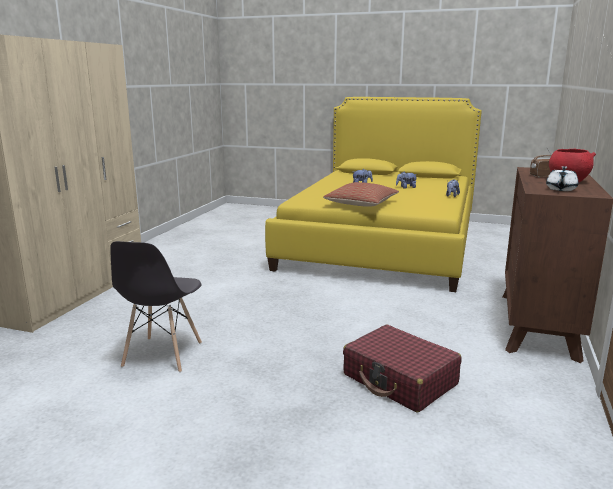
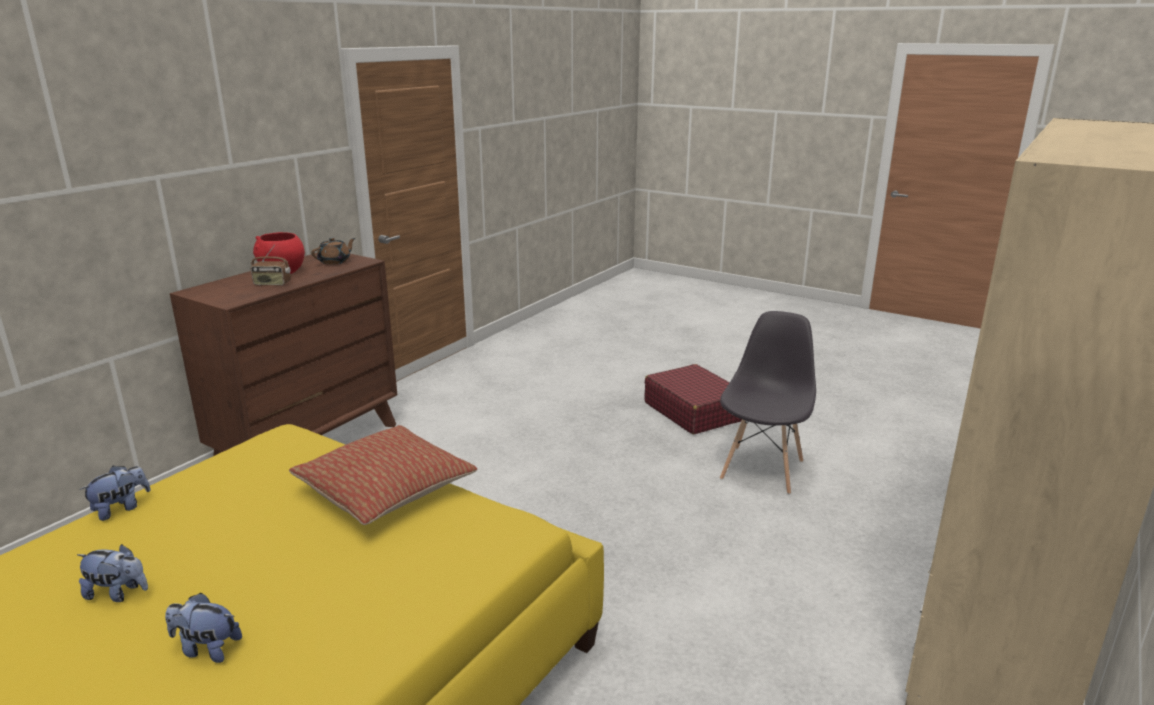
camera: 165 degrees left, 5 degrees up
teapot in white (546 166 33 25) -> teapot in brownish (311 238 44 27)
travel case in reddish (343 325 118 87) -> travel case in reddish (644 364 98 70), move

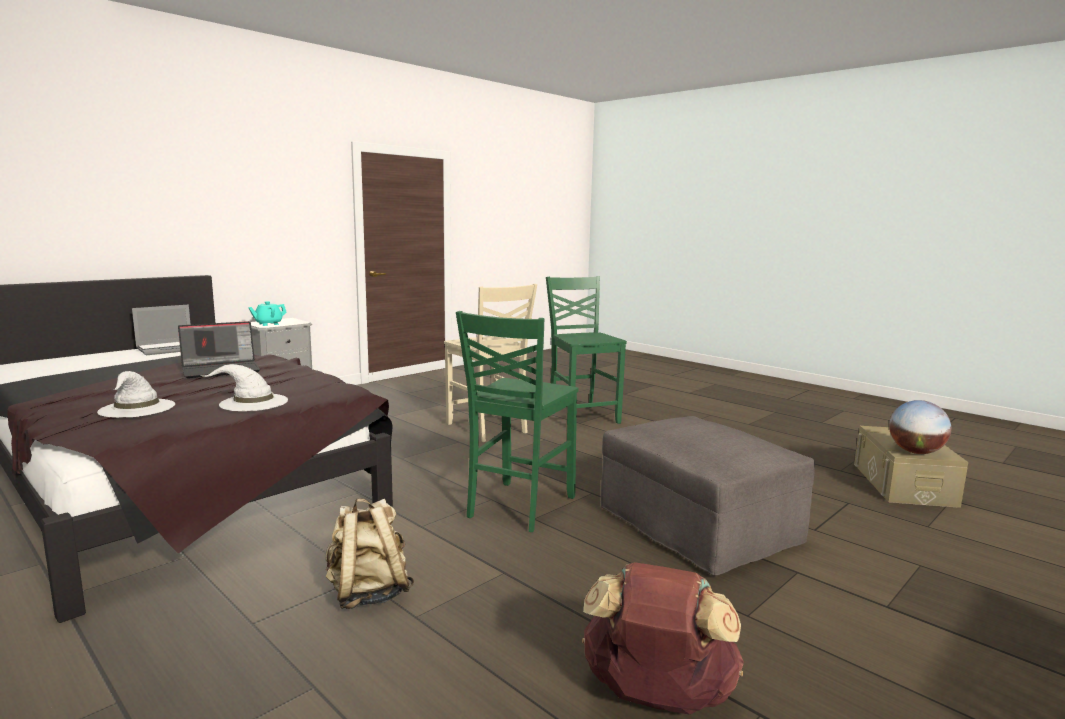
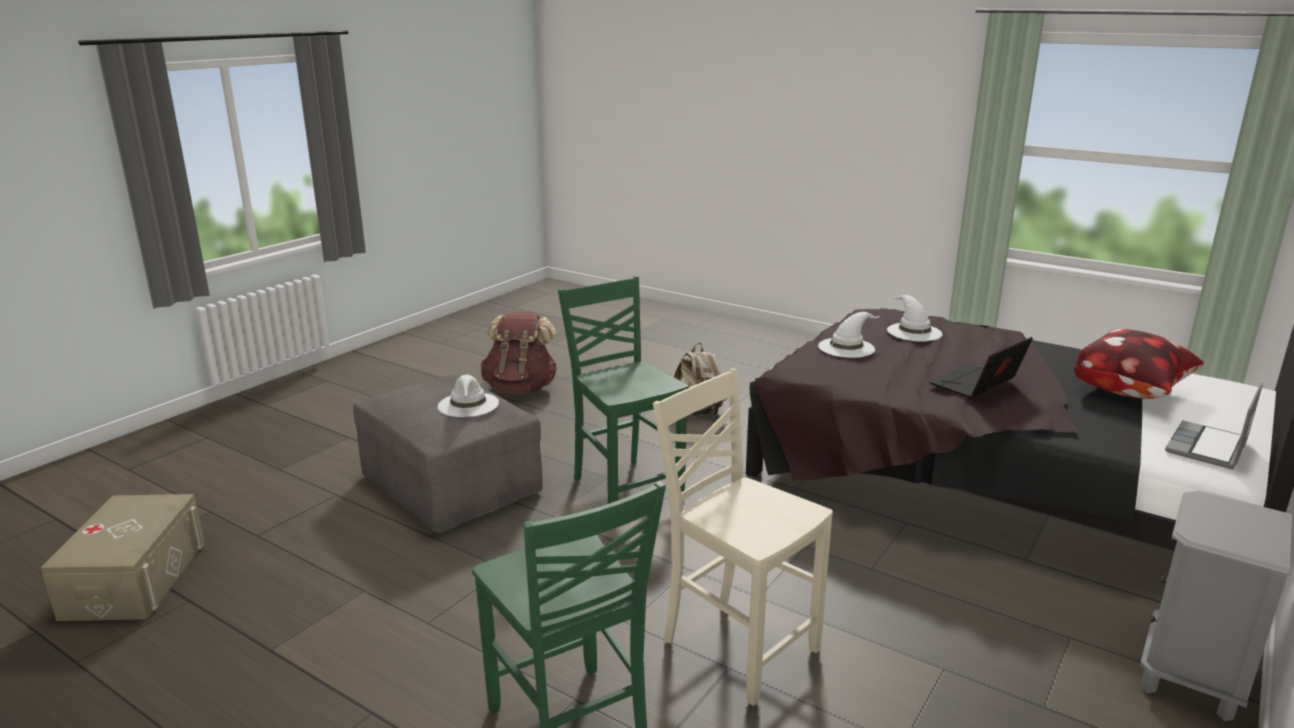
camera: 170 degrees right, 10 degrees up
teapot in turquoise (248 301 39 25) -> none
plain chair in greenish (456 311 122 221) -> plain chair in greenish (558 277 130 227), 45 degrees counterclockwise
desk globe (889 400 62 54) -> none
none -> cushion (1074 329 130 70)
none -> clothing hat in white (438 375 61 42)

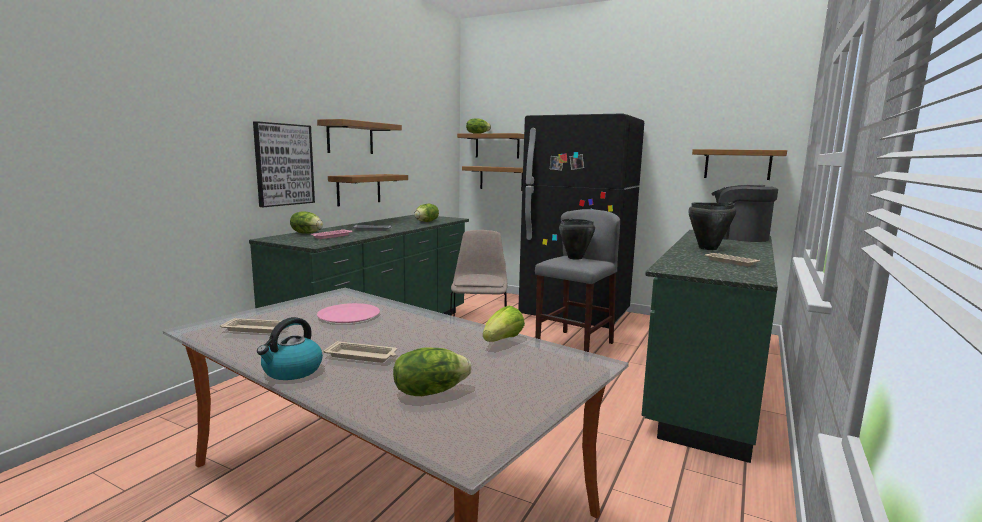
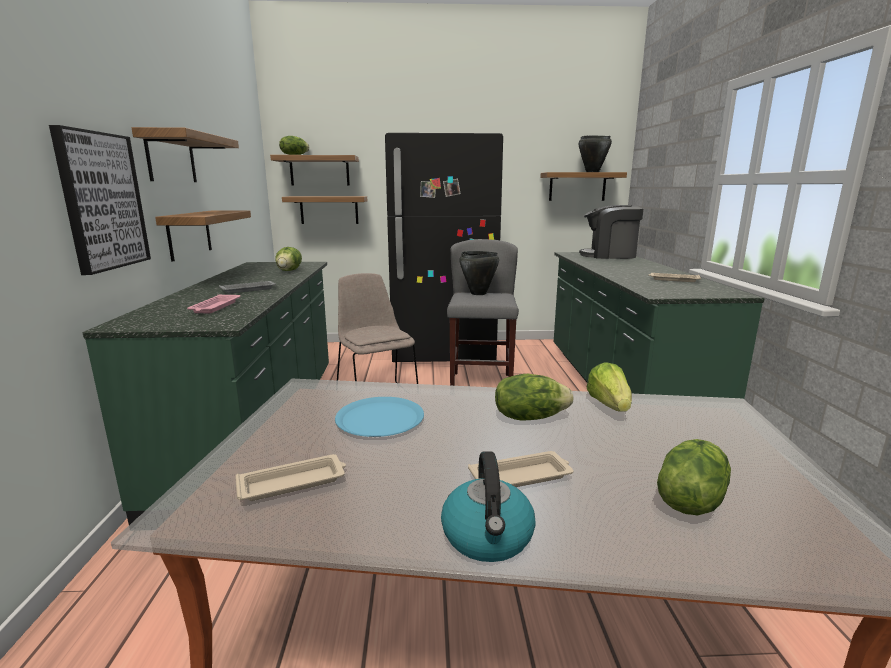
camera: 30 degrees left, 5 degrees up
stockpot in black (688 202 48 48) -> stockpot in black (579 136 33 36), move
head of lettuce (290 211 33 23) -> head of lettuce (495 374 78 47), move
flat dish in pinkish (317 303 63 20) -> flat dish in blue (335 397 89 40)

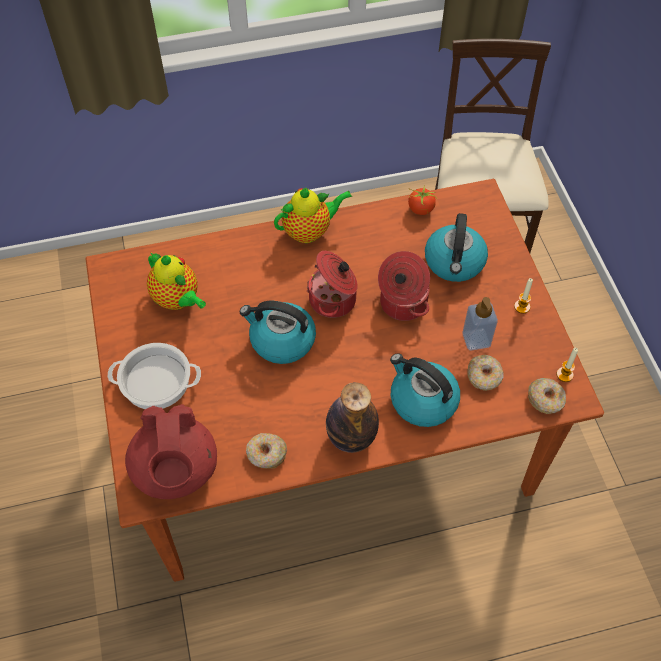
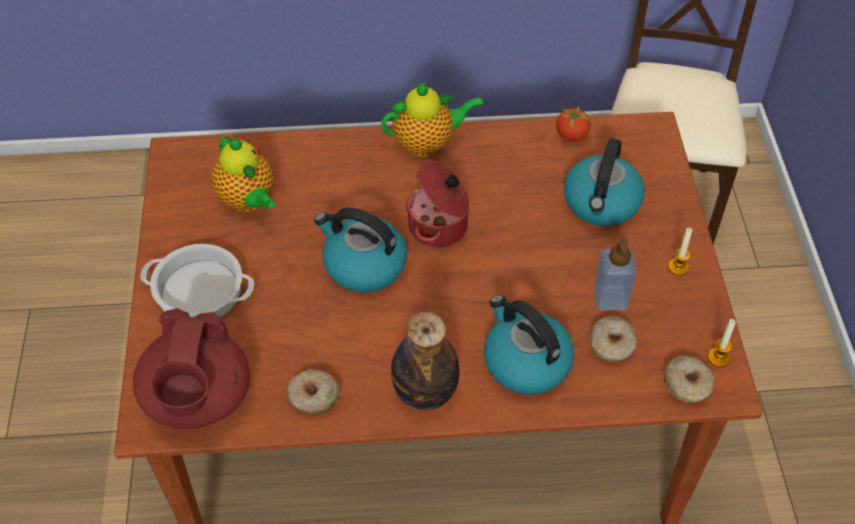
camera: 10 degrees right, 5 degrees down
stockpot (378 251 52 70) -> none

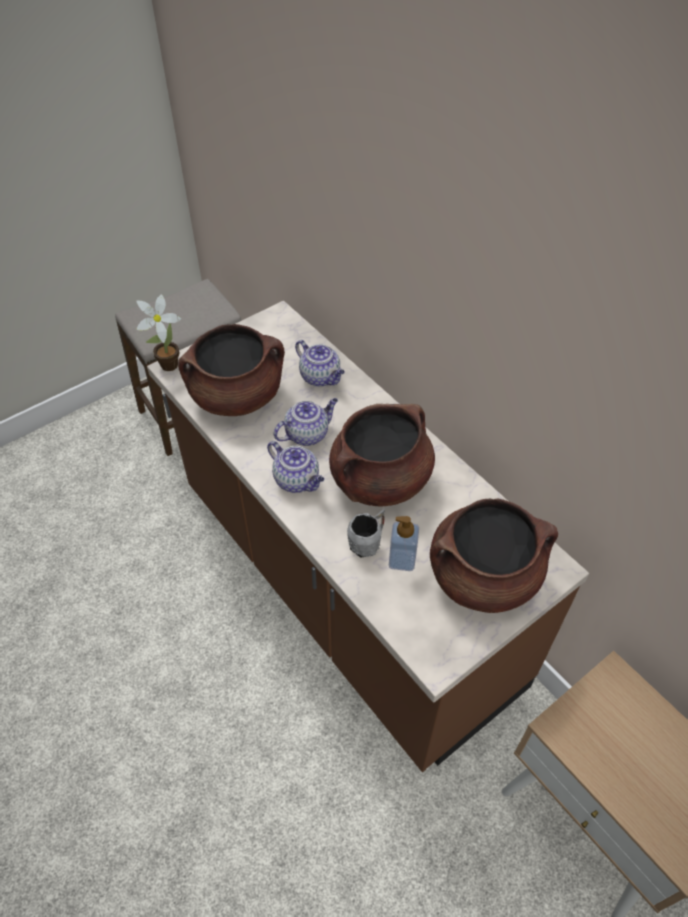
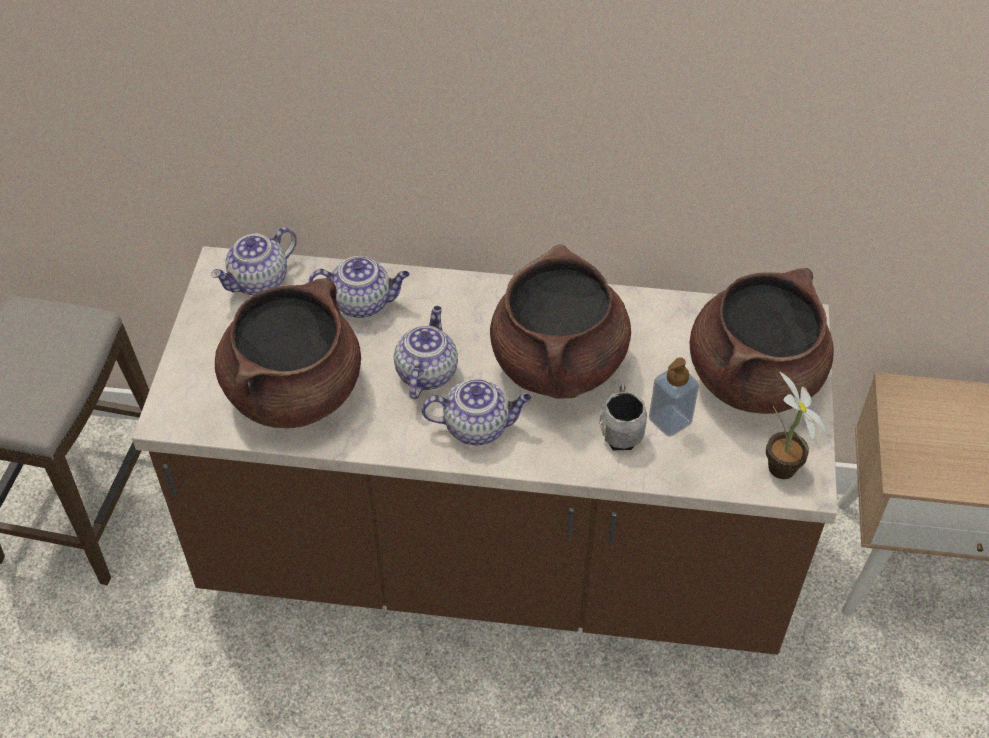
camera: 45 degrees left, 0 degrees up
houseplant (136 294 45 77) -> houseplant (766 371 62 108), move
none -> teapot (210 227 87 68)

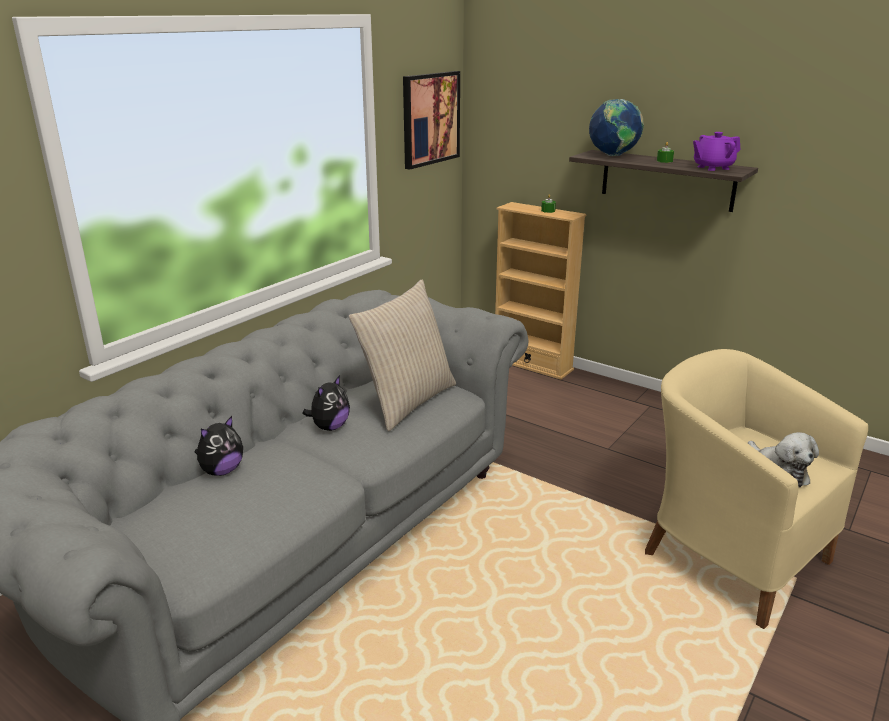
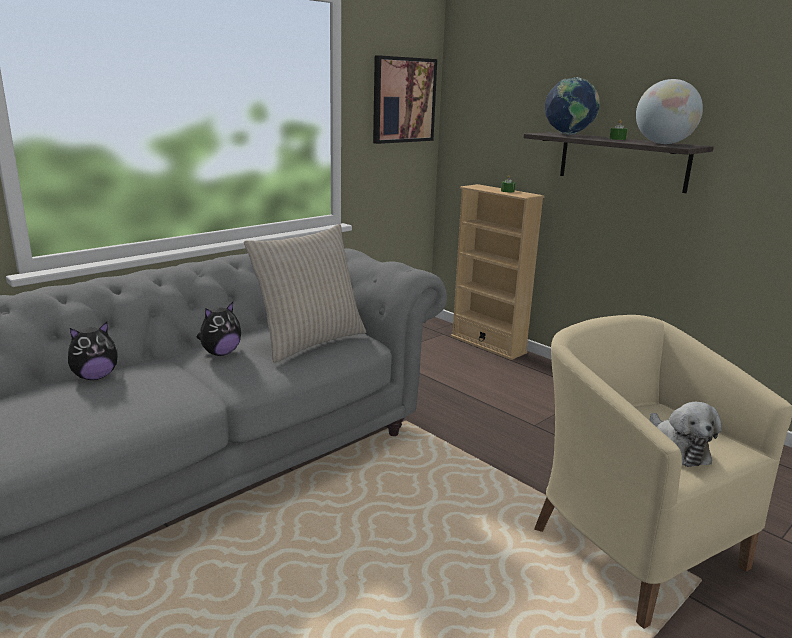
camera: 10 degrees right, 5 degrees down
teapot in purplish (693 132 47 39) -> desk globe (636 79 67 65)

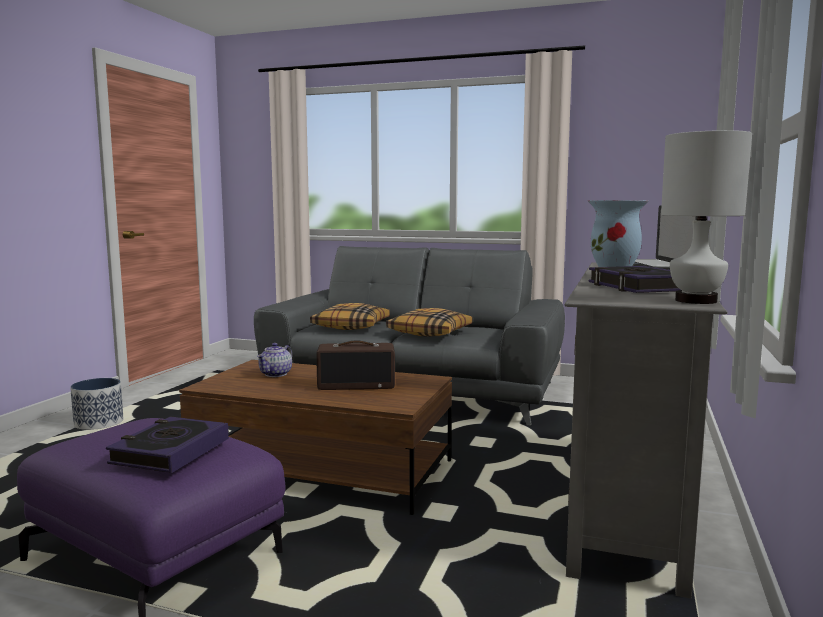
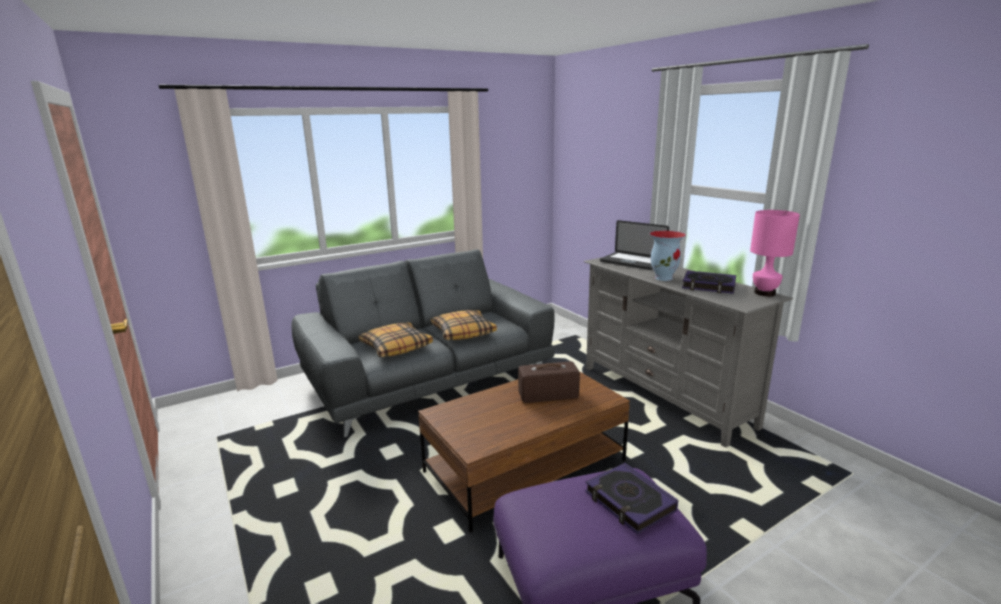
camera: 50 degrees left, 10 degrees up
tabletop lamp in white (661 130 91 174) -> tabletop lamp in pinkish (750 210 50 86)
radio set (316 340 79 50) -> radio set (518 361 62 42), 135 degrees counterclockwise
teapot (257 343 35 34) -> none
planter (70 378 53 52) -> none

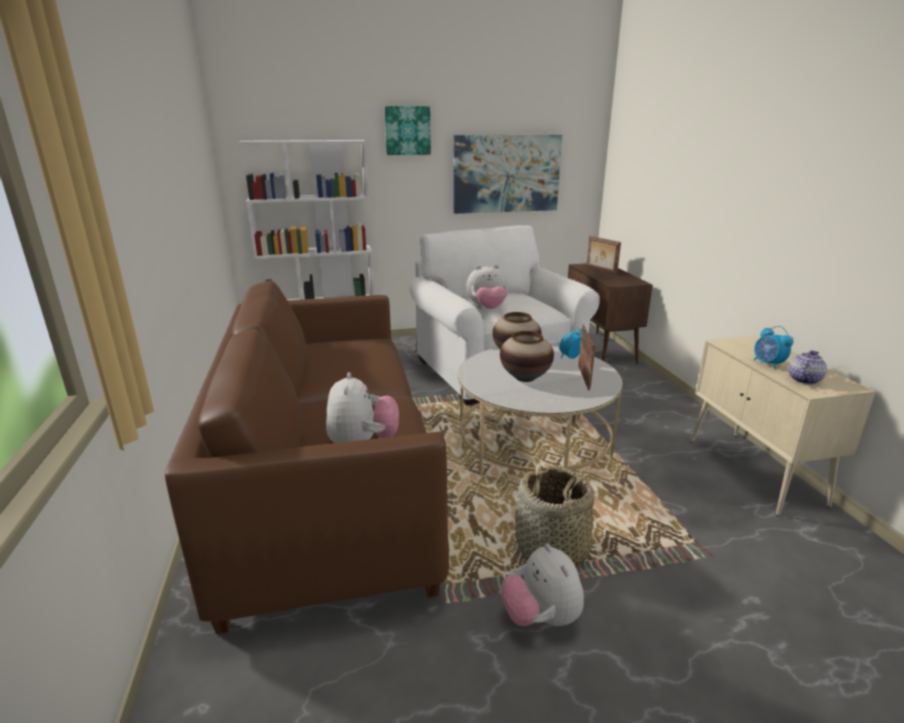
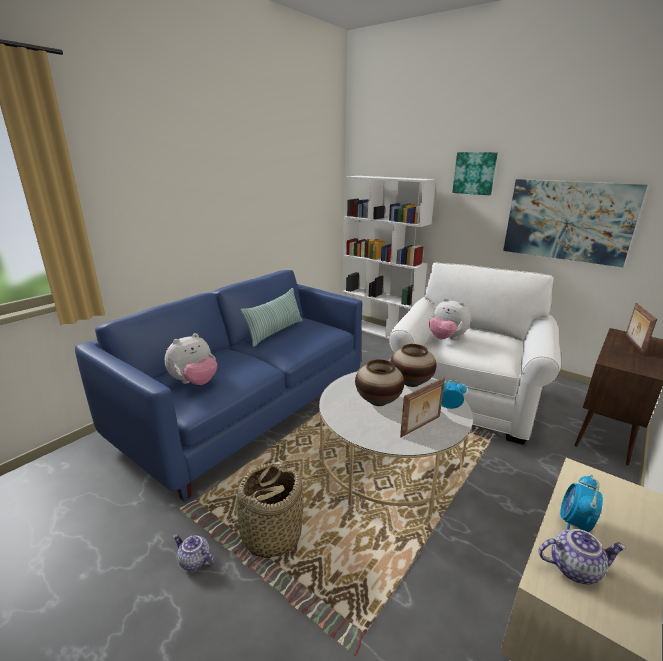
camera: 50 degrees right, 0 degrees up
settee in brownish (165 281 284 353) -> settee in blue (75 270 287 232)
soft toy (501 544 83 82) -> teapot (173 534 41 37)
none -> cushion (240 288 63 59)

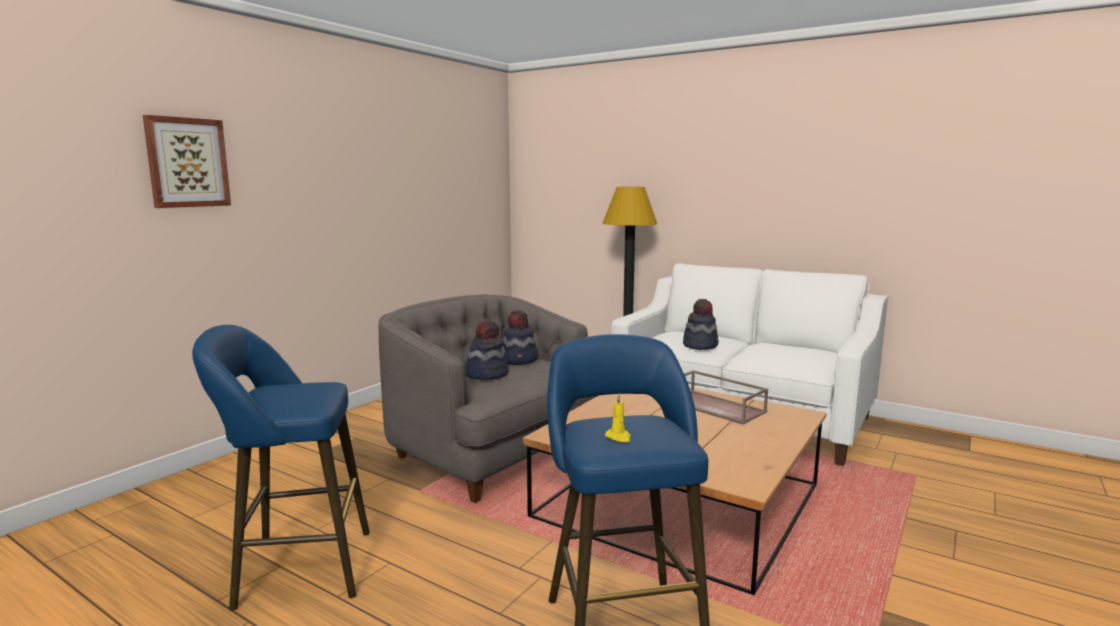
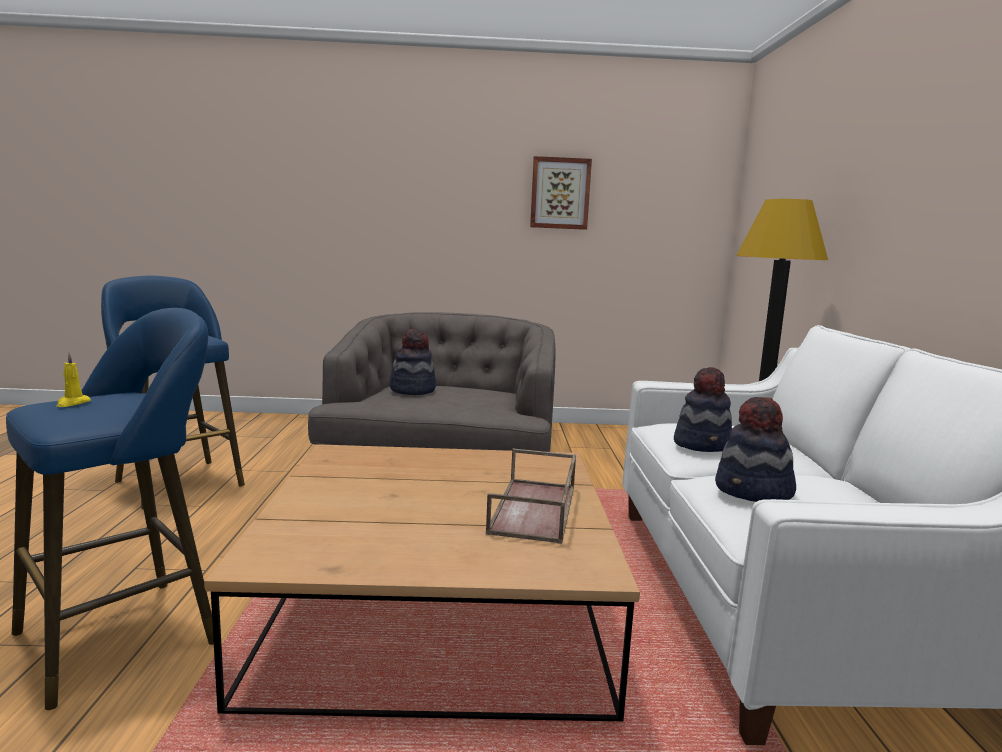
camera: 55 degrees right, 0 degrees up
picture (143 115 88 93) -> picture (530 156 62 74), move
clothing hat (503 310 35 55) -> clothing hat (715 397 81 105), move

